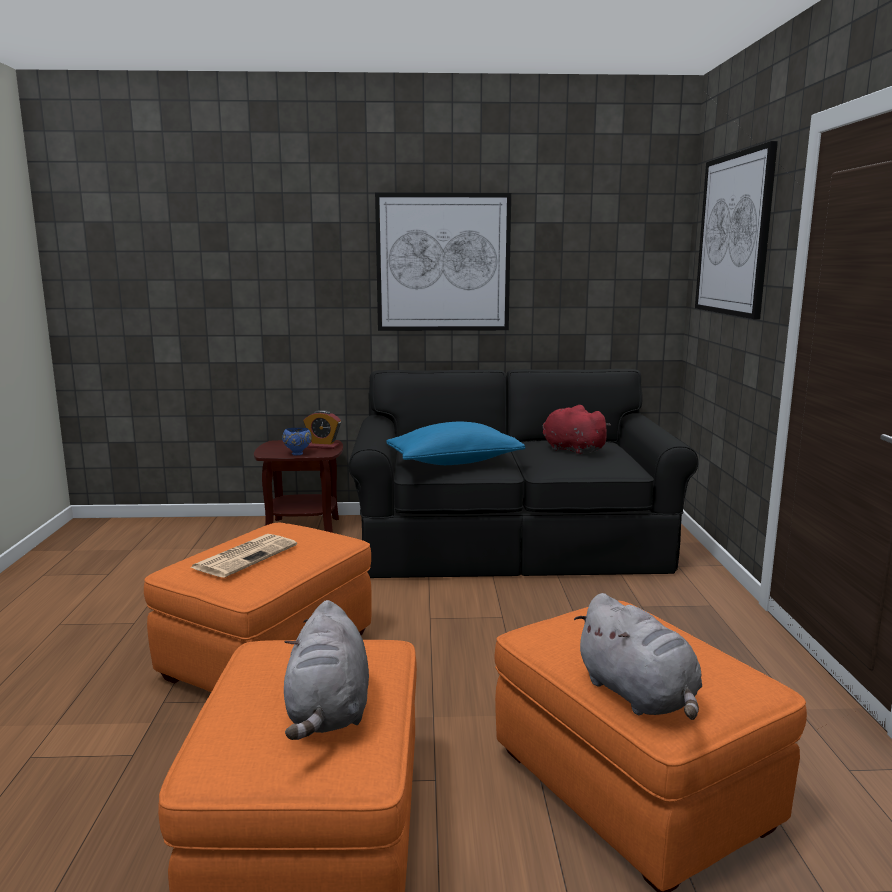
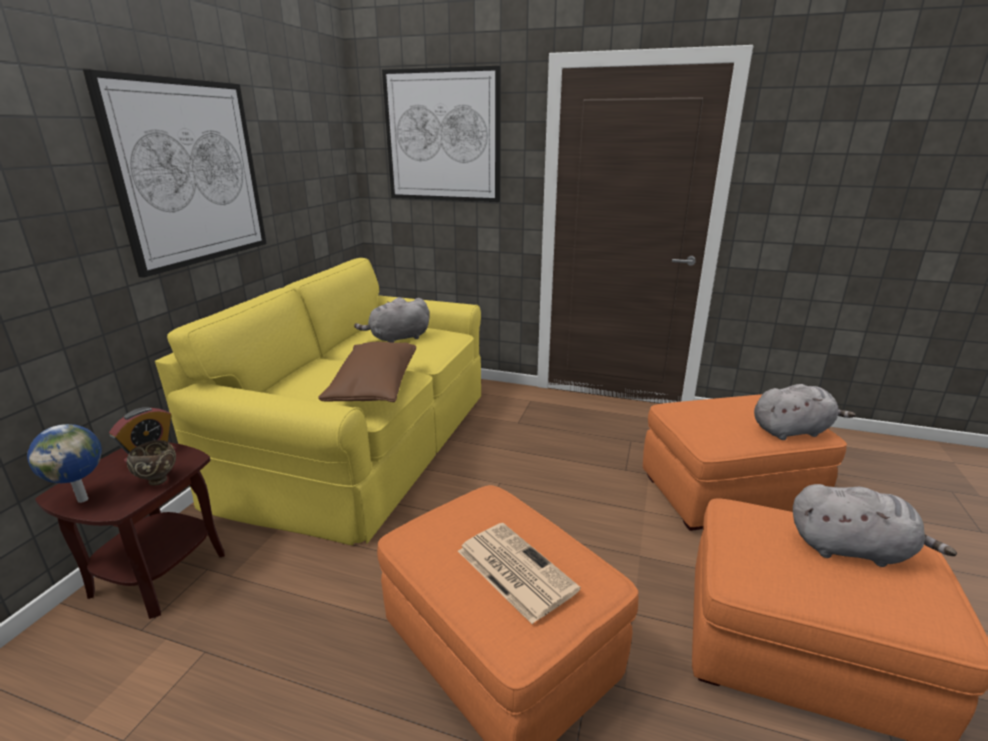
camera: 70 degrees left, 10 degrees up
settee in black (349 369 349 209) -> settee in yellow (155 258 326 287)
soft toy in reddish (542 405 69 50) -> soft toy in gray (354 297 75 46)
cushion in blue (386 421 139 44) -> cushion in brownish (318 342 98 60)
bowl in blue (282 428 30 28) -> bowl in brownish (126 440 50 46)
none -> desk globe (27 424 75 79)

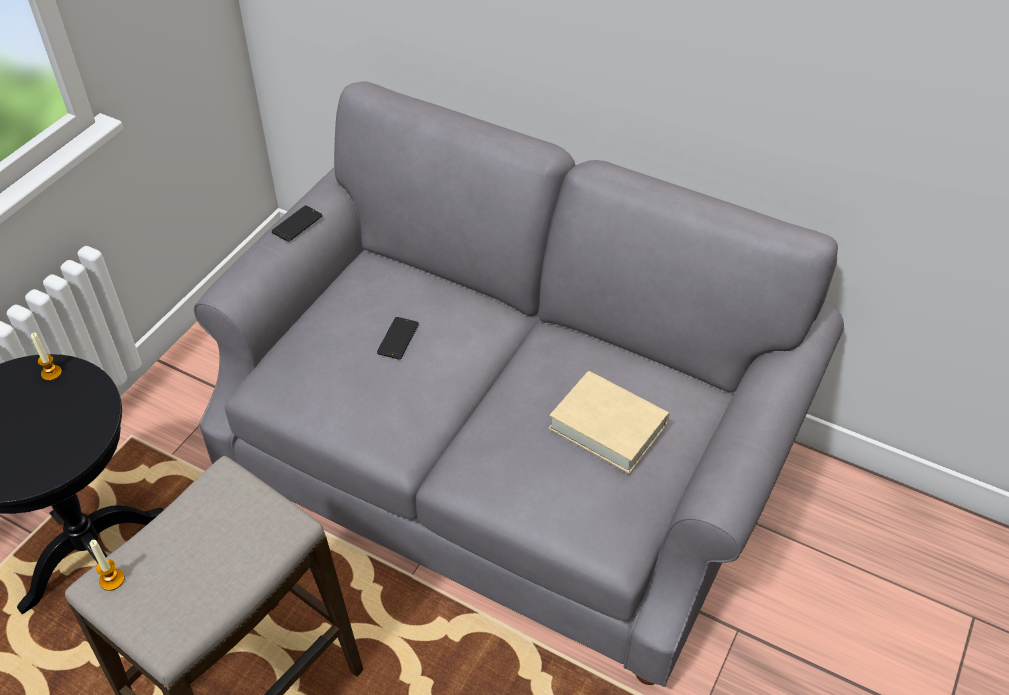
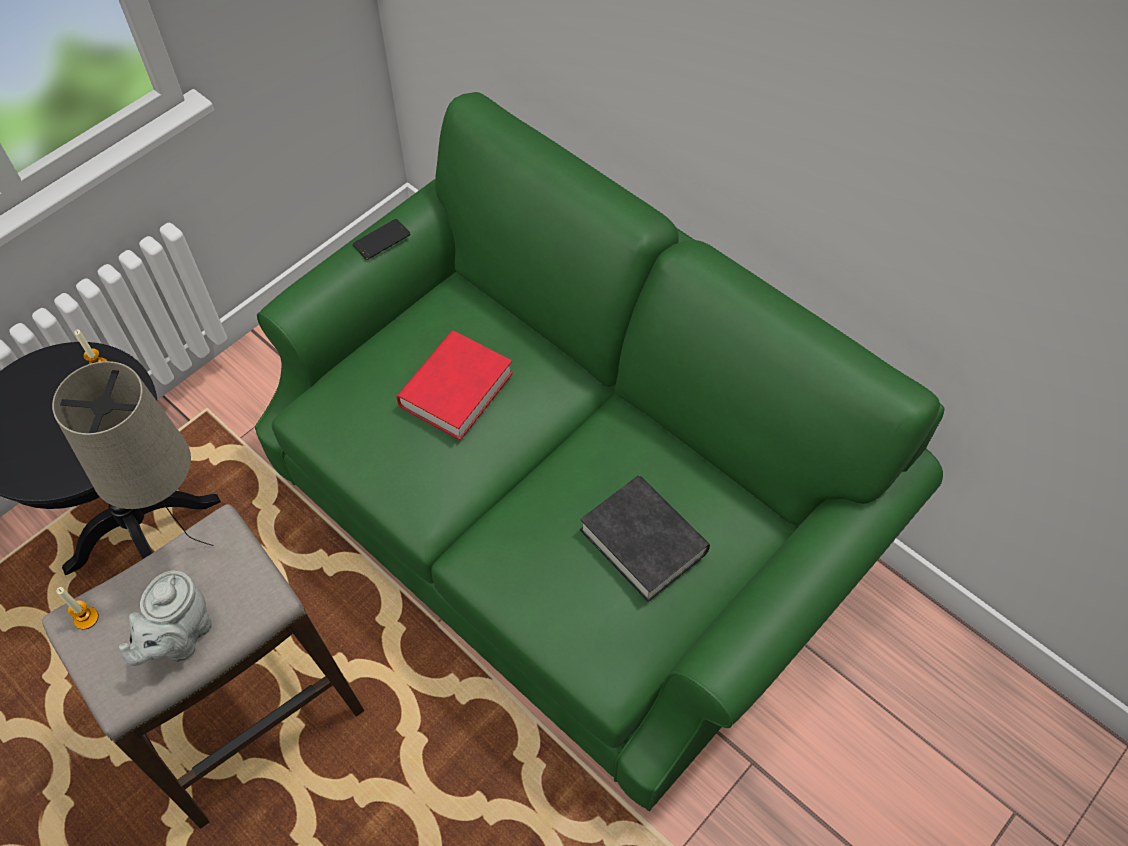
camera: 15 degrees right, 10 degrees up
settee in gray (194 81 650 606) -> settee in greenish (255 92 689 719)
phone (377 317 42 43) -> volume in reddish (396 331 117 109)
volume in beige-coloured (549 371 121 103) -> volume in black (580 475 130 127)
none -> tabletop lamp in beige-coloured (52 361 162 185)
none -> teapot in gray (119 571 92 95)

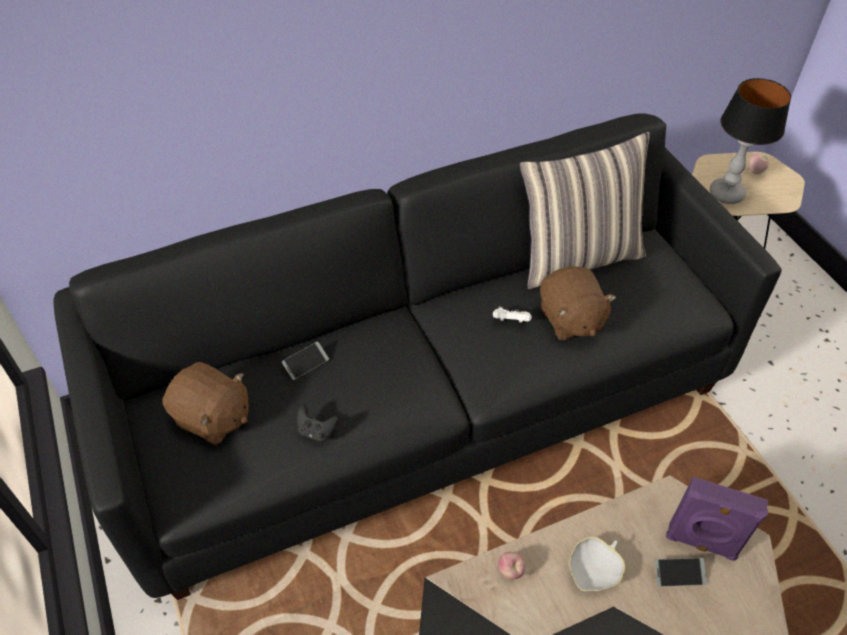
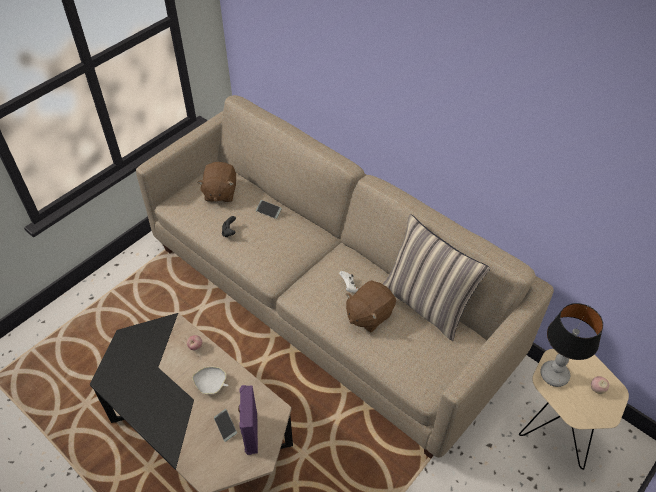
camera: 65 degrees right, 0 degrees up
settee in black (53 114 729 486) -> settee in beige-coloured (136 95 418 364)

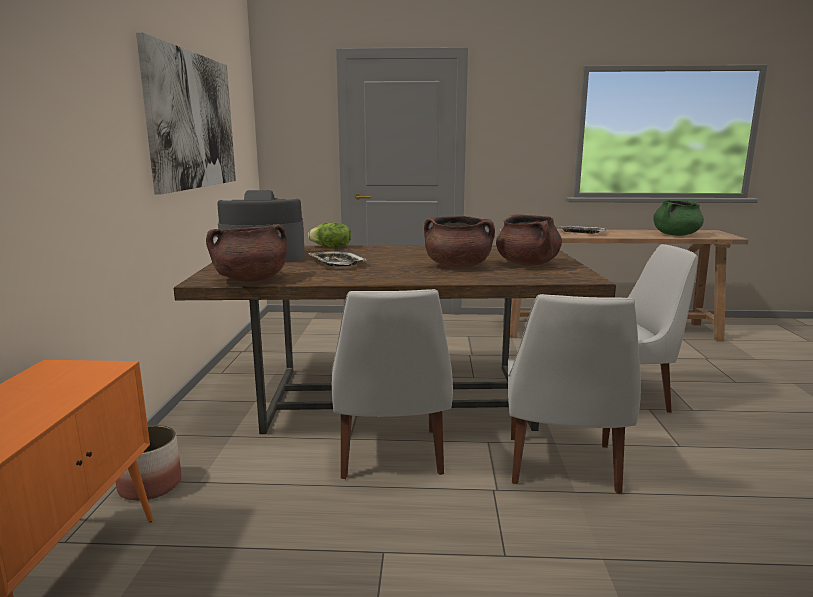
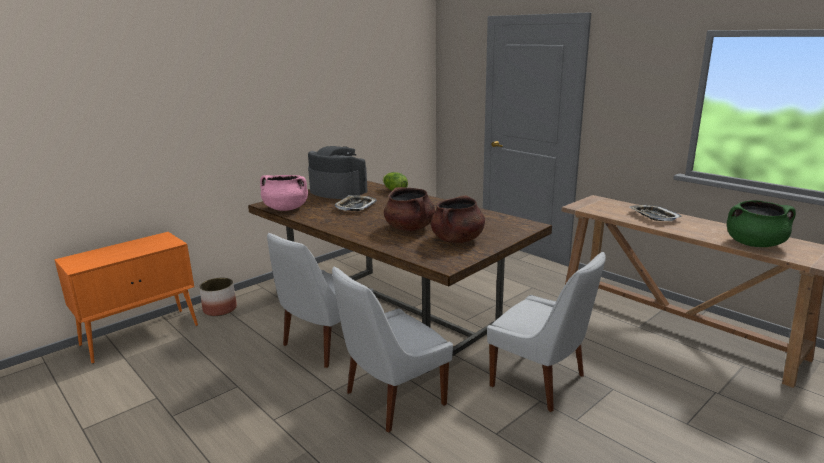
camera: 45 degrees right, 5 degrees up
picture (136 33 100 161) -> none
stockpot in brownish (206 225 81 56) -> stockpot in pinkish (260 175 48 36)

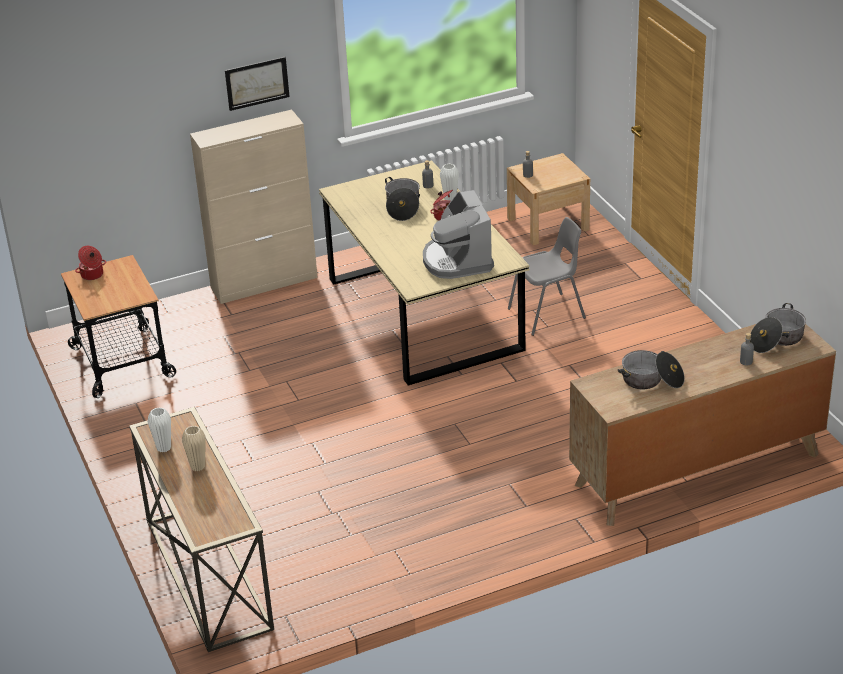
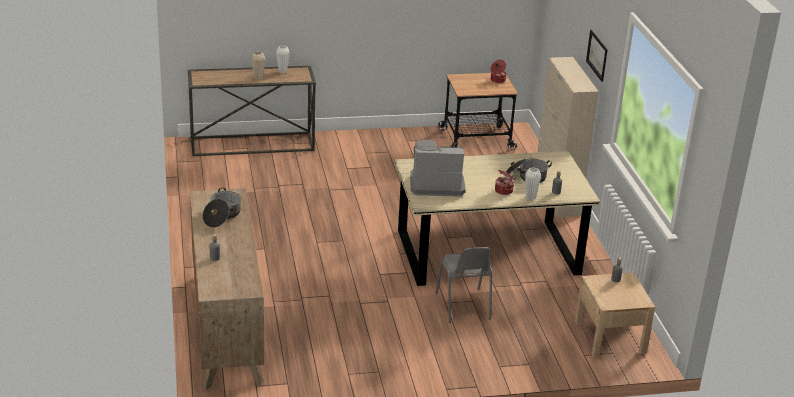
camera: 100 degrees right, 5 degrees down
stockpot (750 303 56 50) -> none

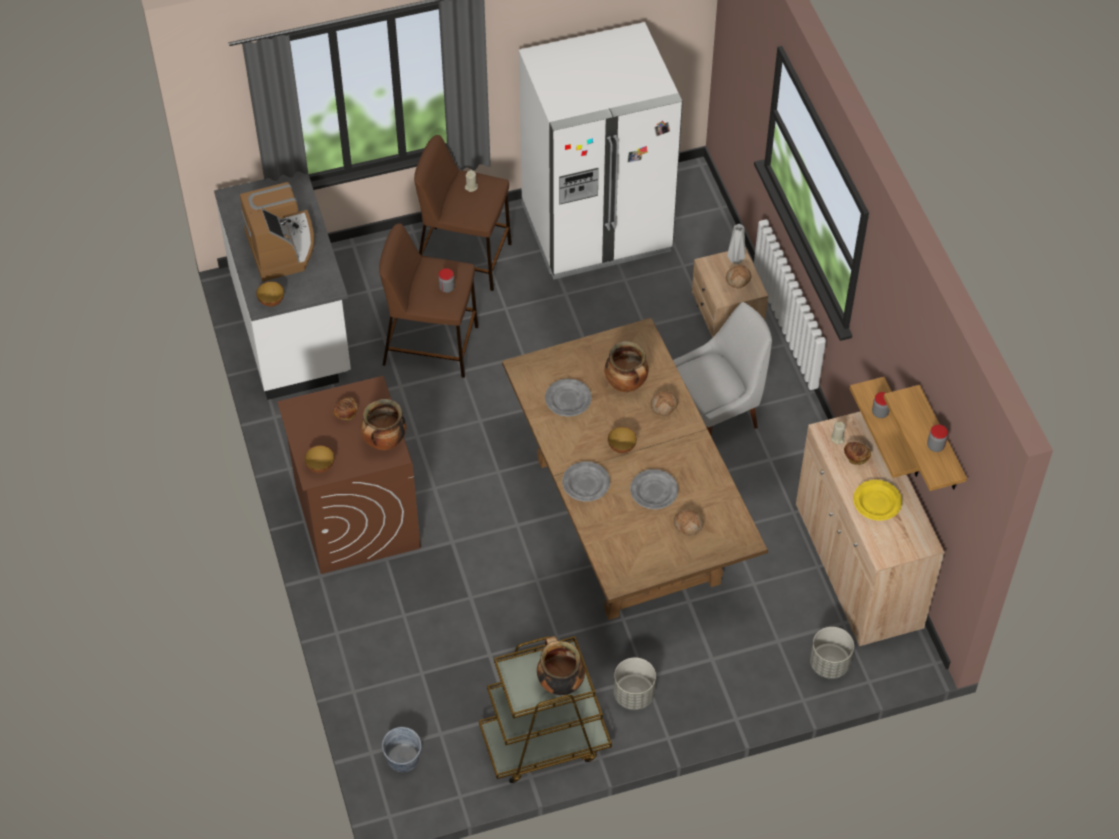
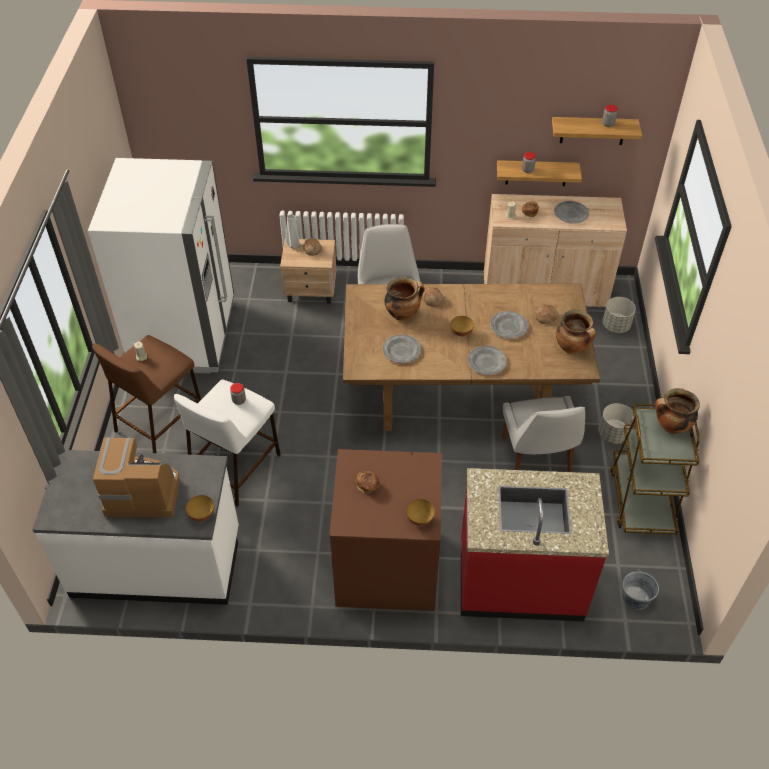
camera: 70 degrees left, 5 degrees down
sitting stool in brownish (379 223 100 155) -> sitting stool in white (174 380 107 127)
stockpot (361 399 45 51) -> stockpot (556 310 40 44), move
flat dish in yellow (853 480 49 41) -> flat dish in gray (554 201 35 23)
none -> plain chair in white (503 396 82 76)
none -> kitchen counter in reddish (461 468 148 153)

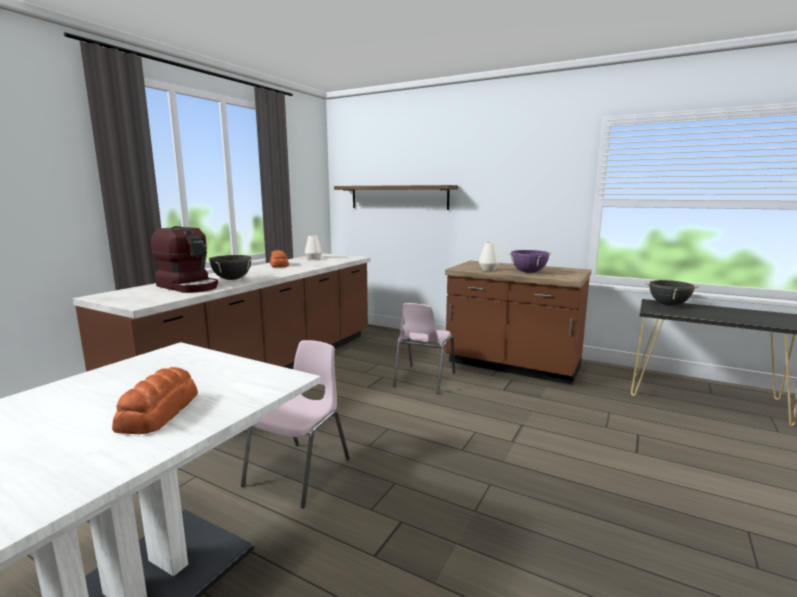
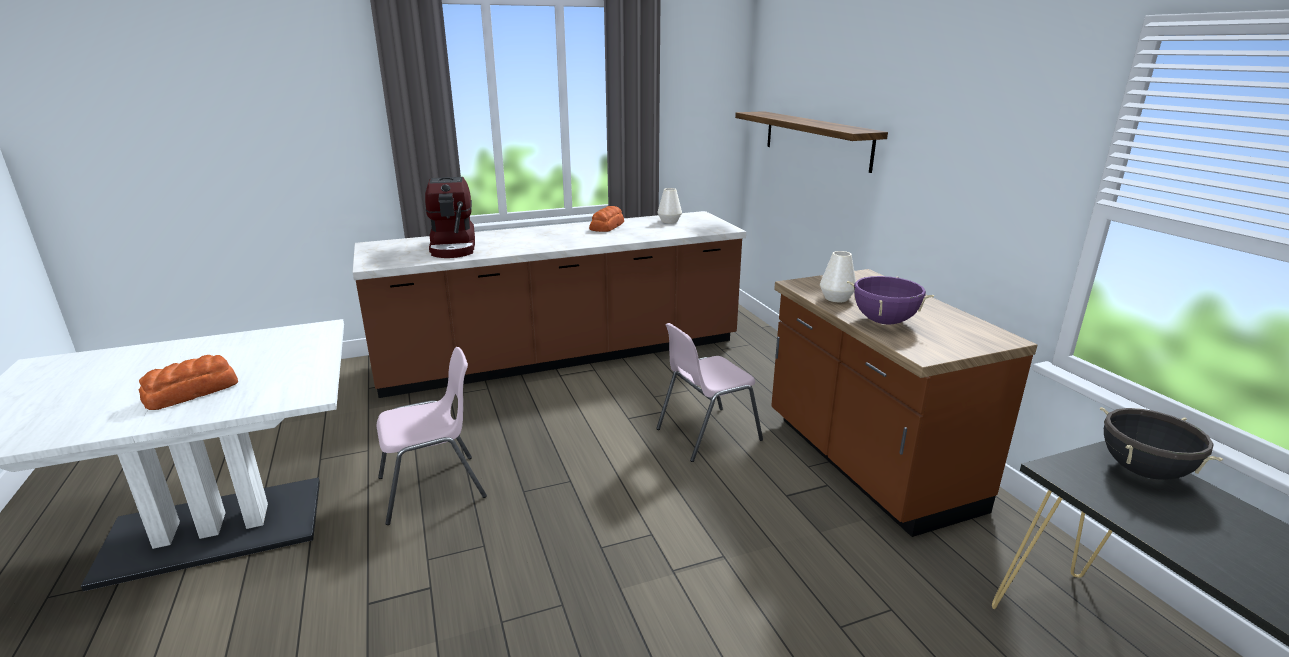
camera: 40 degrees right, 10 degrees up
stockpot in black (209 255 44 25) -> none

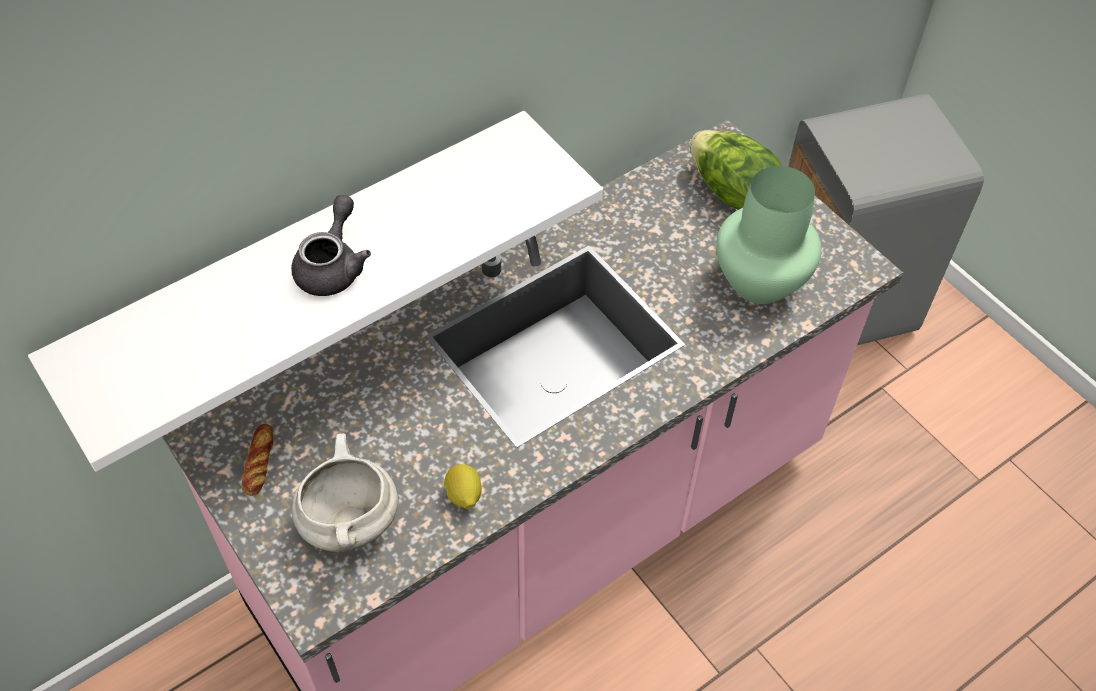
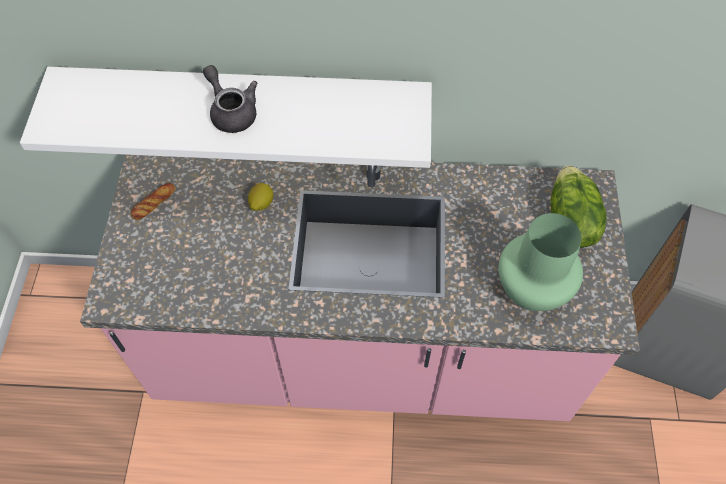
camera: 40 degrees right, 5 degrees up
teapot in gray (291 195 80 101) -> teapot in gray (203 65 54 68), 90 degrees counterclockwise
stockpot in white (292 433 106 119) -> none
whole lemon (444 464 38 45) -> whole lemon (248 183 25 28), move

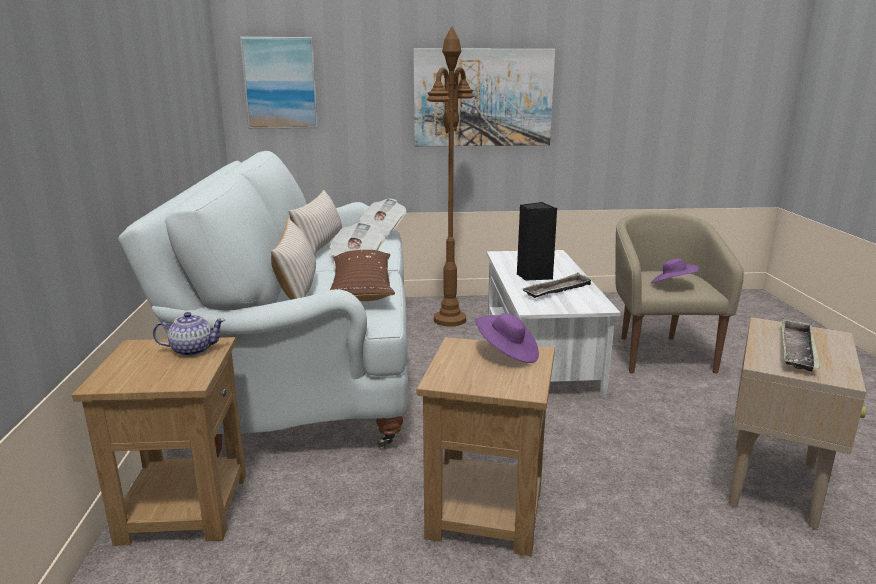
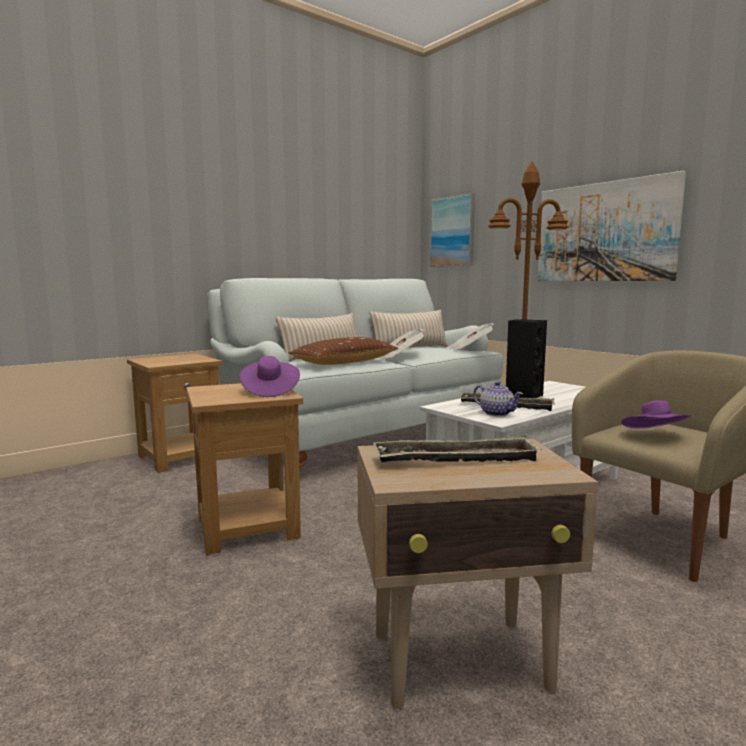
camera: 55 degrees right, 10 degrees down
teapot (153 312 72 44) -> teapot (473 381 50 35), move

